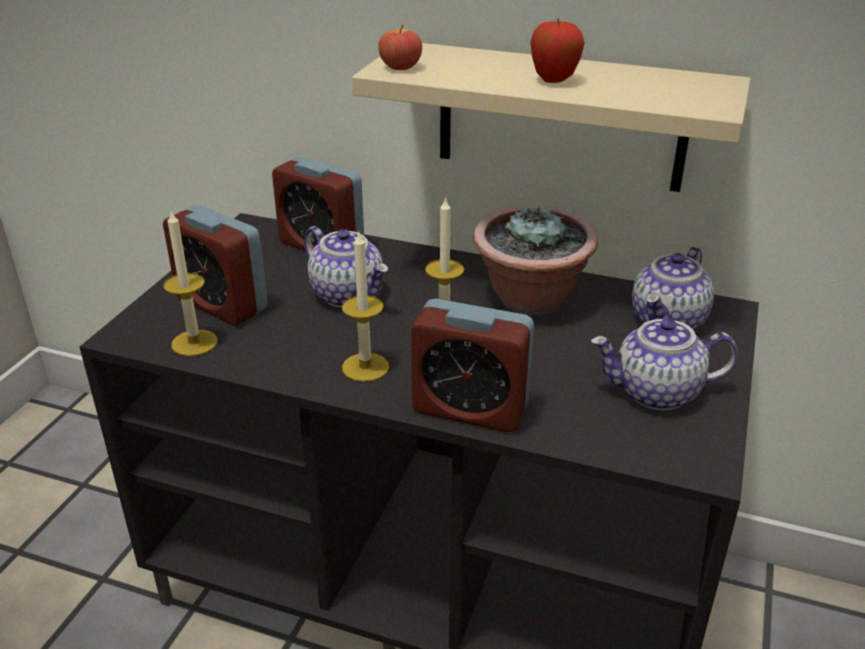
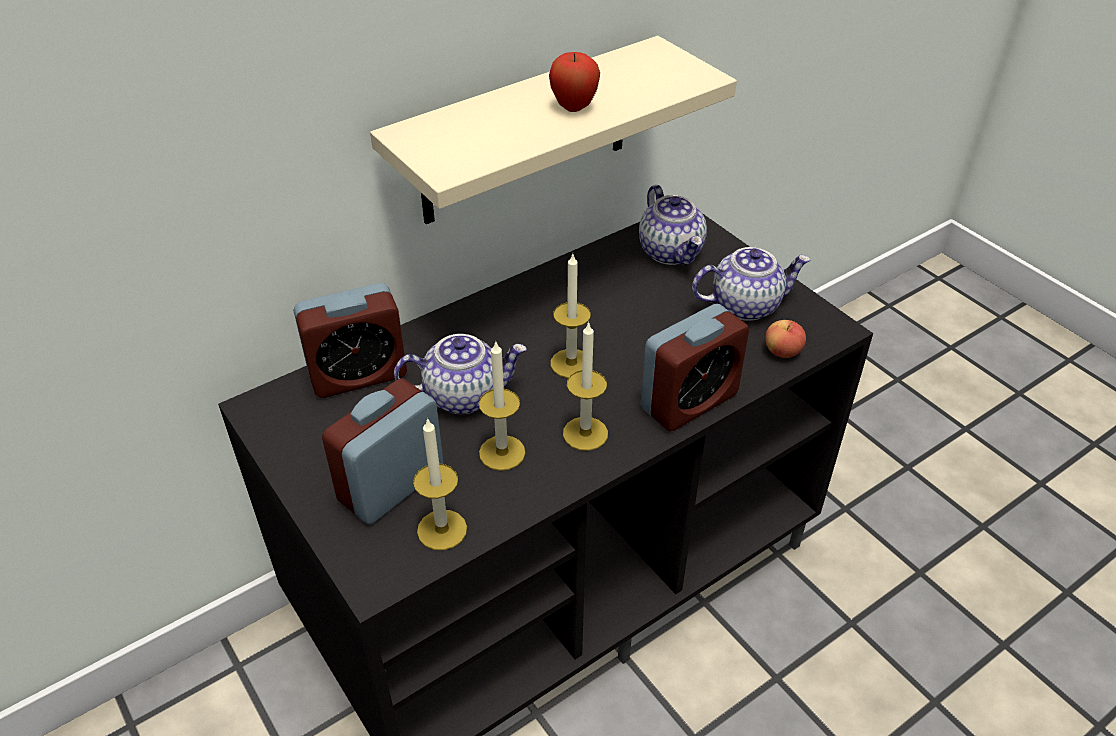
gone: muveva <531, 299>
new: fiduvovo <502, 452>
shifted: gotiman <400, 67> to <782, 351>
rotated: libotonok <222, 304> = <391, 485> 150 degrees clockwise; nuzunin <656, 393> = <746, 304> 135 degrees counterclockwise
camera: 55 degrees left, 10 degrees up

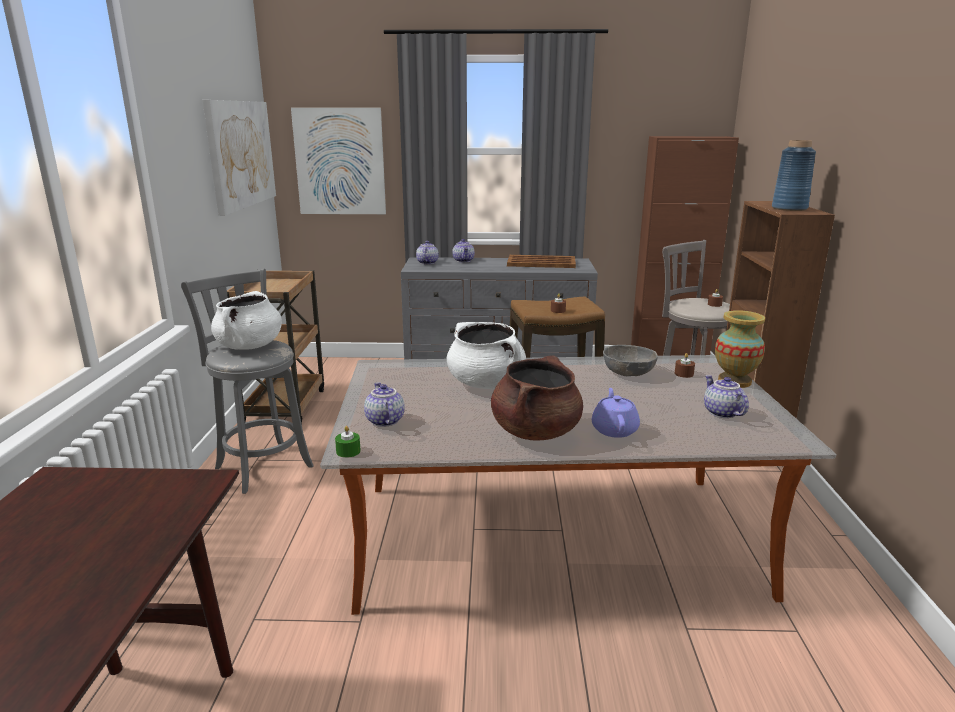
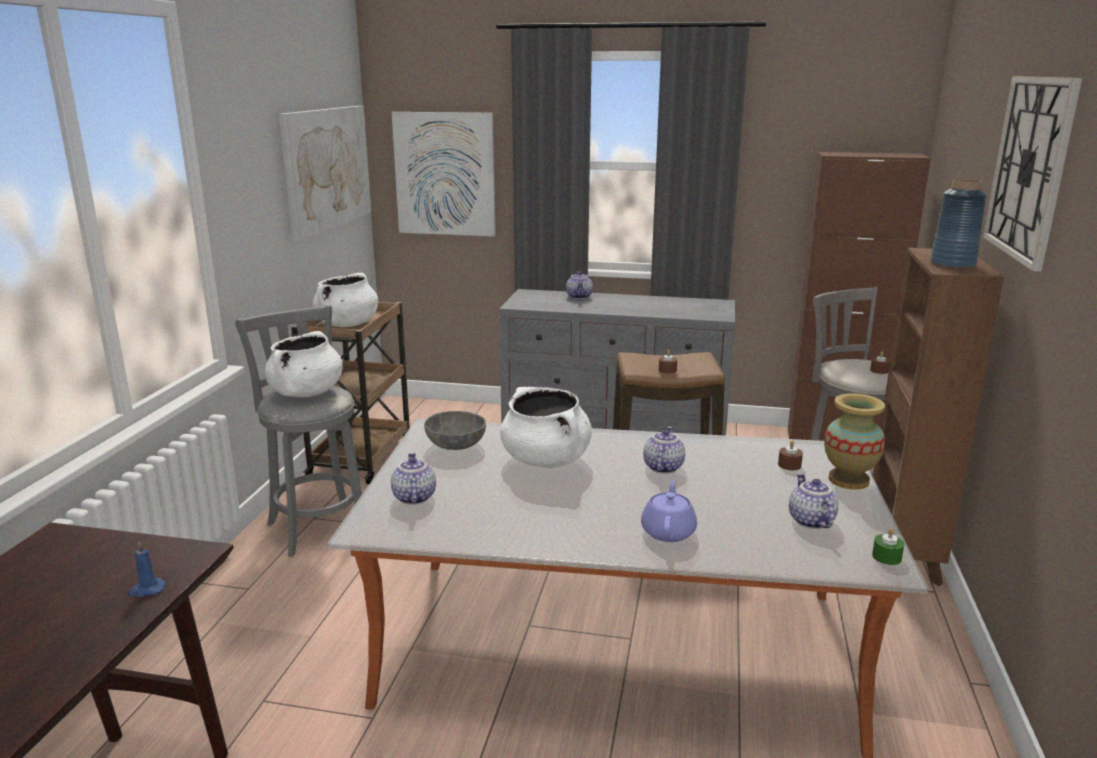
gone: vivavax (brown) <540, 262>; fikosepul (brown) <535, 431>
new: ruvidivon <1030, 168>; fikosepul (white) <347, 324>; fiduvovo (blue) <146, 590>
shifted: nuzunin <427, 263> to <662, 467>; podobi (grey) <628, 373> to <456, 445>; fiduvovo (green) <348, 451> to <886, 557>
camera: 10 degrees right, 0 degrees up

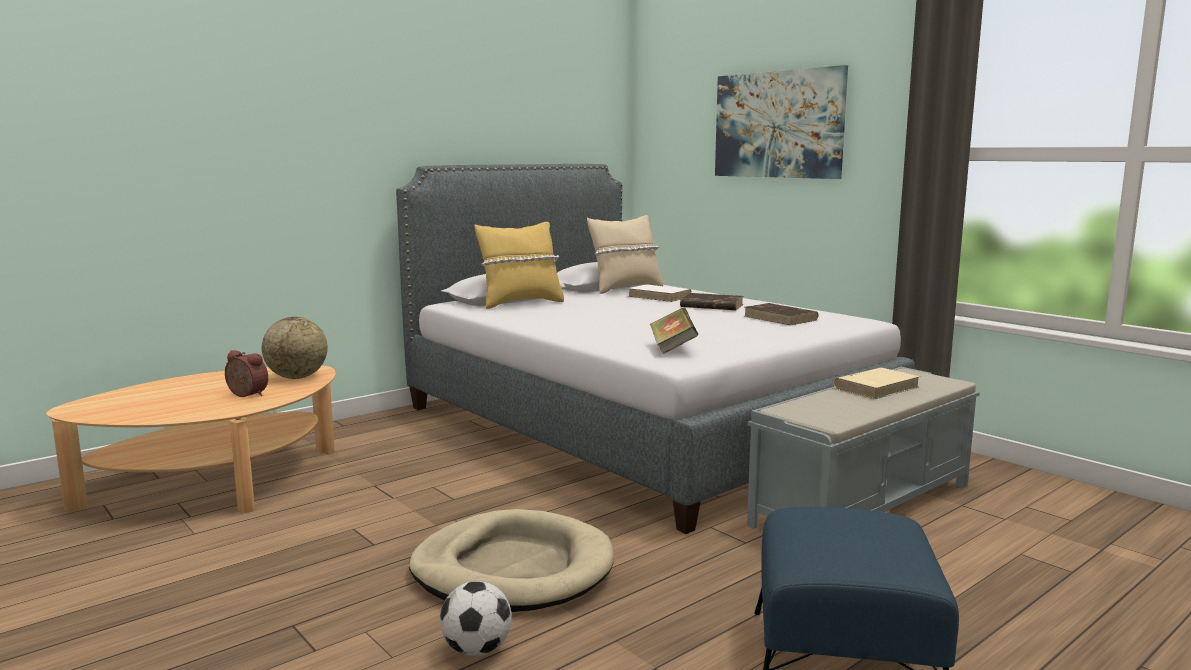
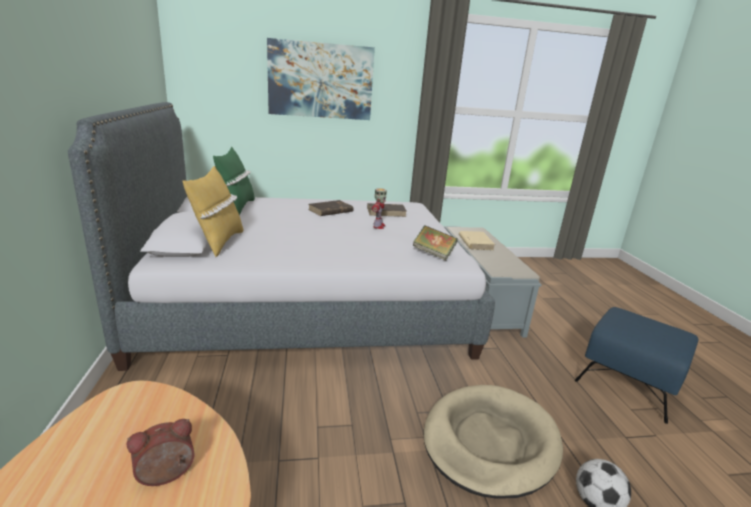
gone: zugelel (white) <660, 296>; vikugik <297, 377>
new: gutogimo <378, 226>
repainted: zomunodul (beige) <625, 289> to zomunodul (green) <237, 207>
camera: 60 degrees left, 10 degrees up

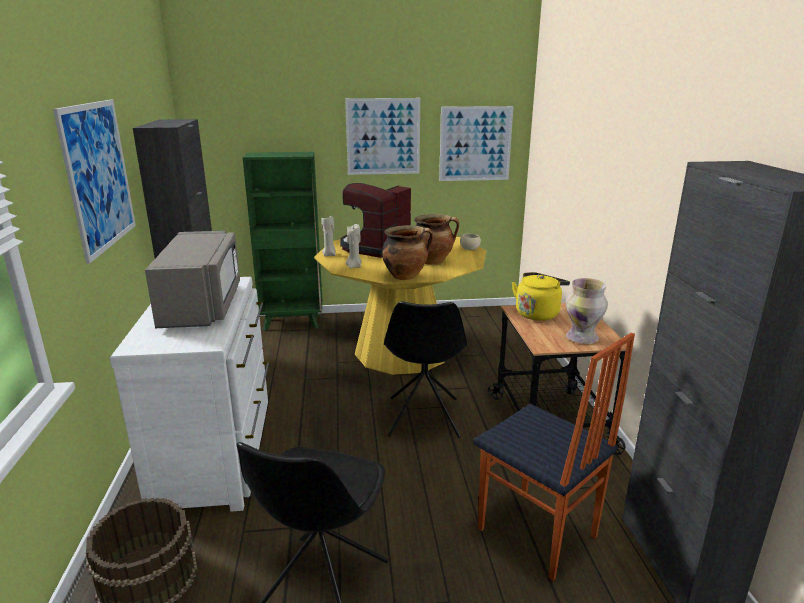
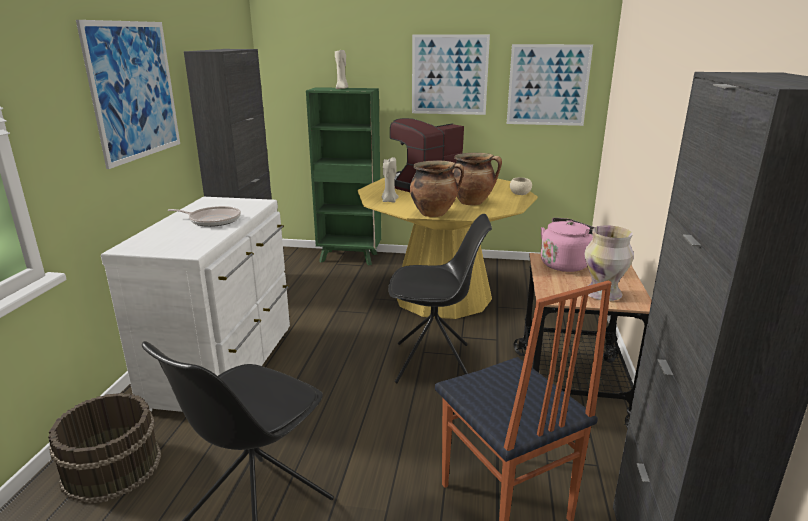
shifted: fiduvovo (beige) <329, 255> to <342, 88>
swapped: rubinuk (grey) <202, 306> to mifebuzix <212, 220>
repainted: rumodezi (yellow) <538, 313> to rumodezi (pink) <566, 264>
rotated: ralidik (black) <423, 418> = <435, 363> 105 degrees counterclockwise
camera: 15 degrees right, 0 degrees up

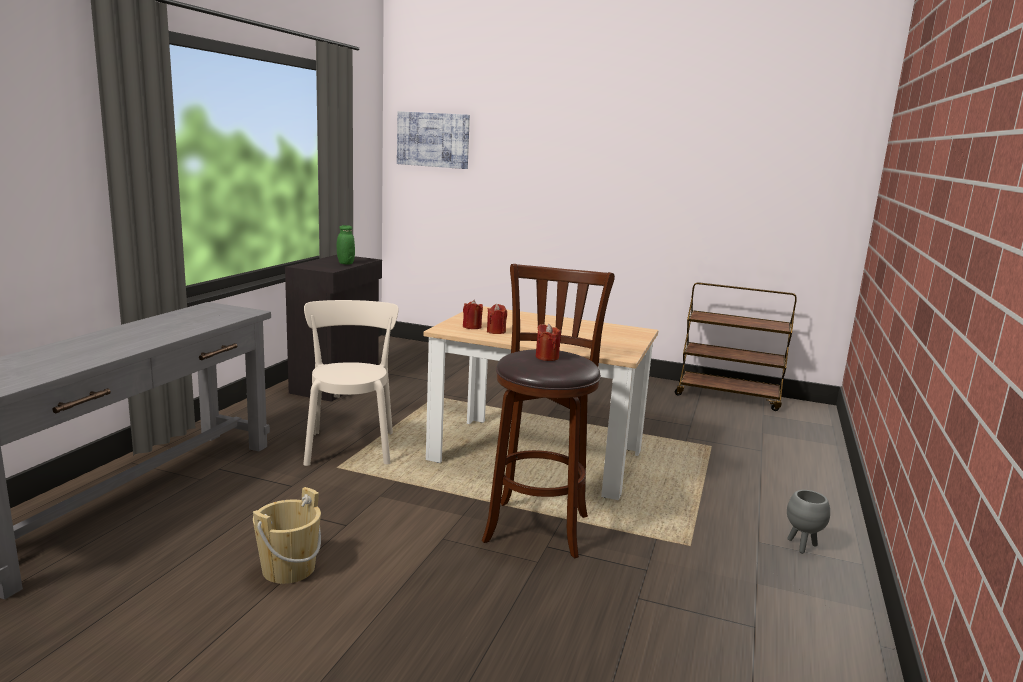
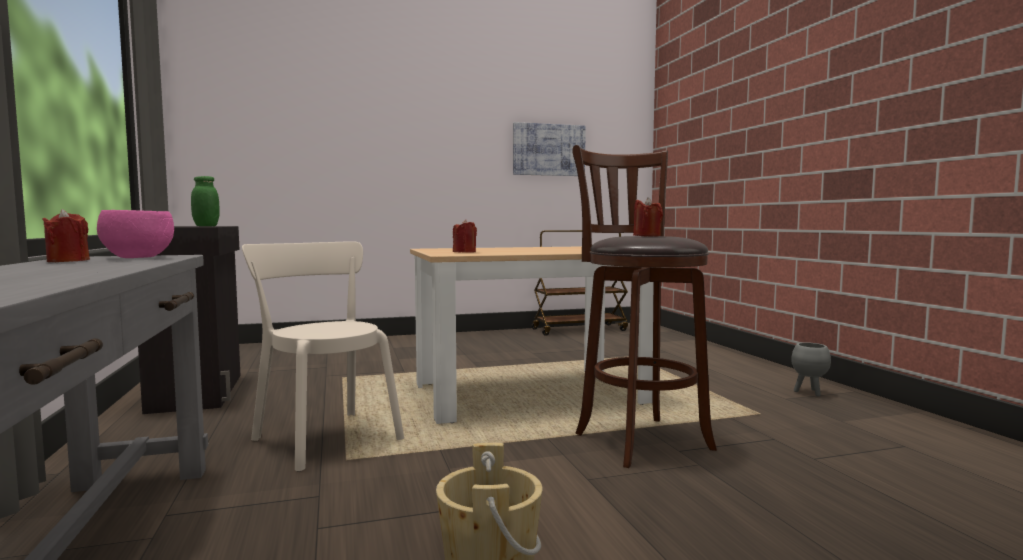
new: podobi (pink) <139, 258>
shifted: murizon <433, 140> to <549, 150>; fiduvovo (red) <496, 331> to <68, 261>
camera: 35 degrees left, 10 degrees down

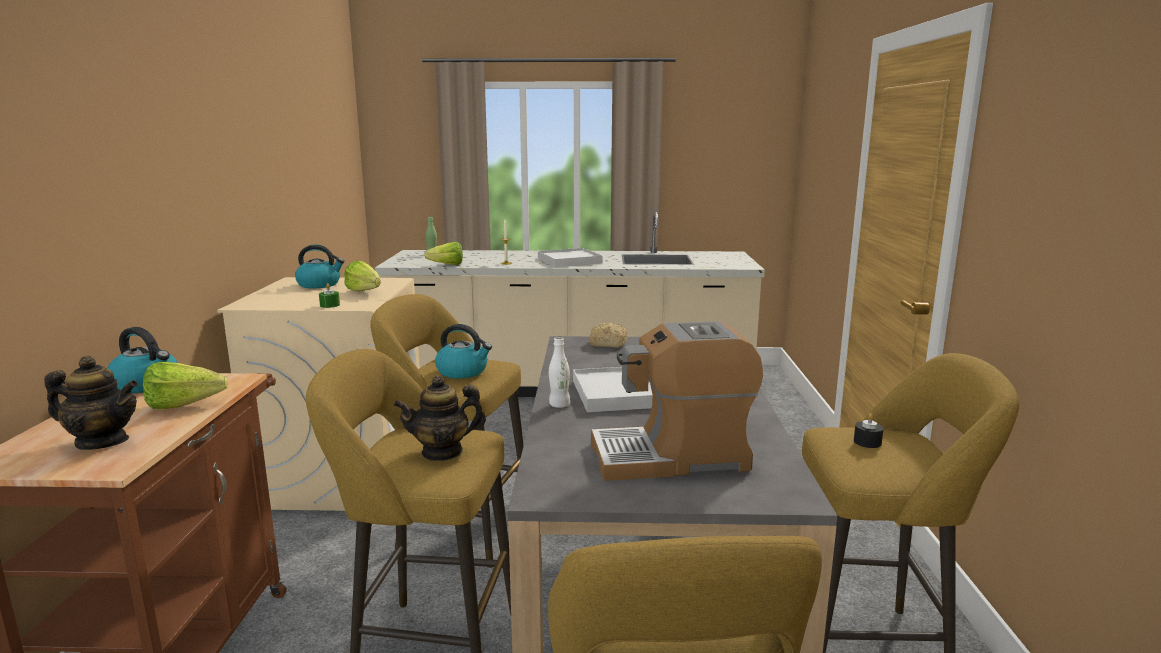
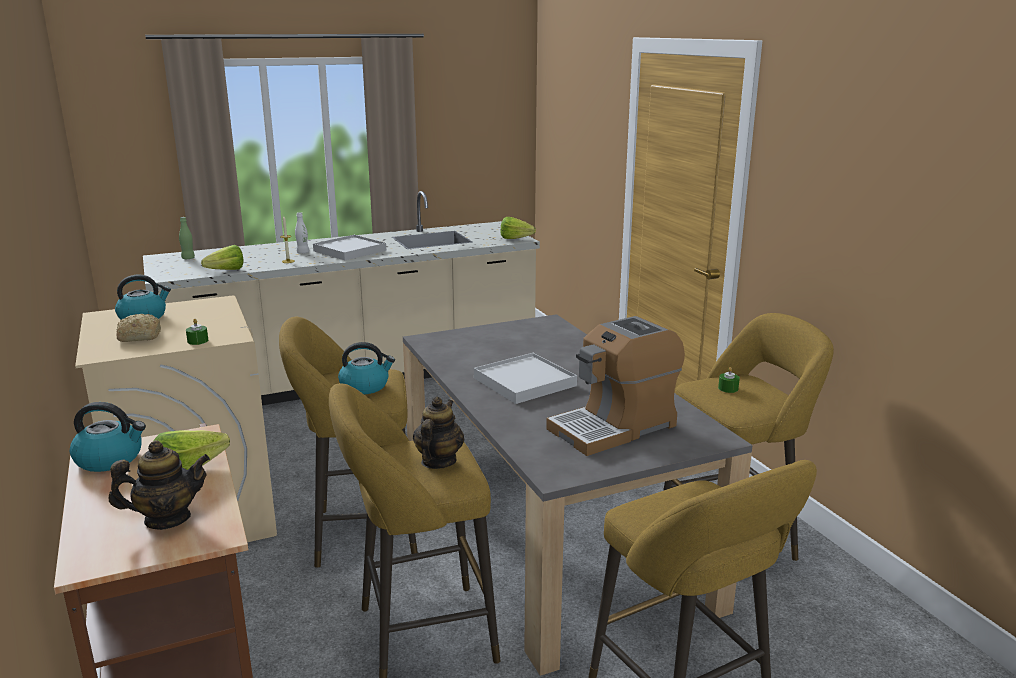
shifted: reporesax <366, 293> to <518, 239>; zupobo <607, 344> to <138, 337>; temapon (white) <559, 405> to <303, 252>
repainted: fiduvovo (black) <867, 442> to fiduvovo (green) <728, 388>
rotated: nuzunin <442, 452> = <438, 461> 150 degrees clockwise
camera: 25 degrees left, 5 degrees up

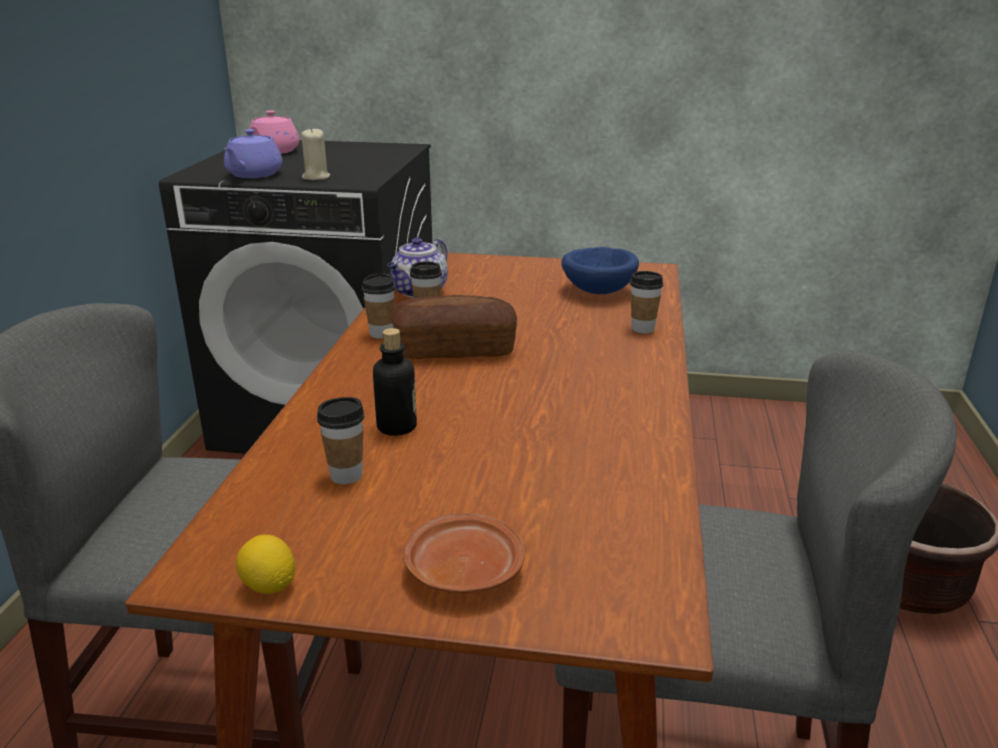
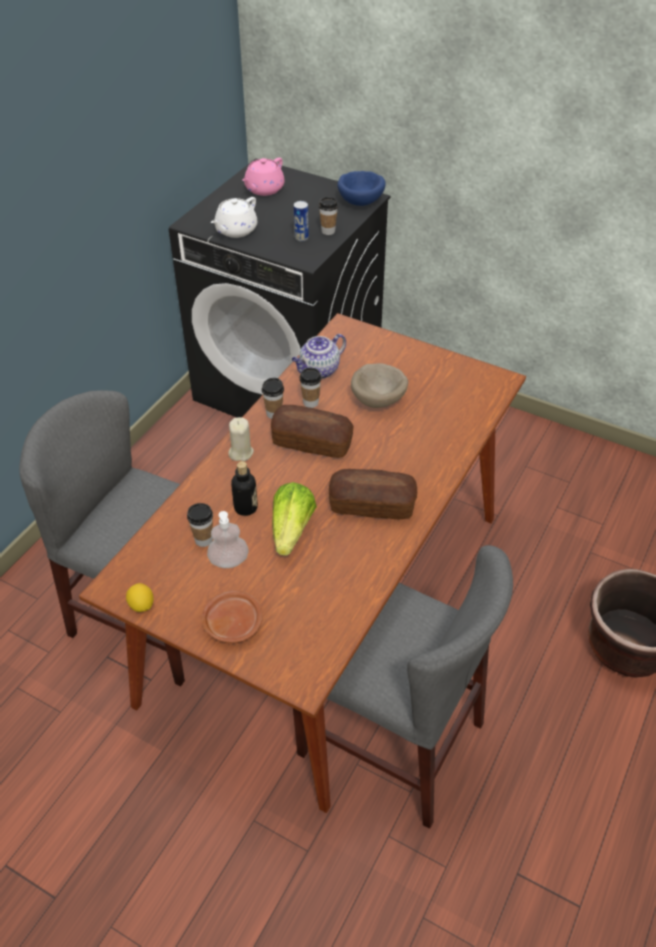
new: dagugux <301, 238>; podobi (beige) <379, 399>; zupobo <372, 505>; reporesax <291, 530>; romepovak <229, 561>
shifted: fiduvovo (beige) <315, 177> to <241, 452>; podobi (blue) <599, 290> to <361, 201>; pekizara <642, 329> to <328, 231>
repainted: nuzunin (purple) <253, 175> to nuzunin (white) <235, 230>
camera: 20 degrees right, 20 degrees up

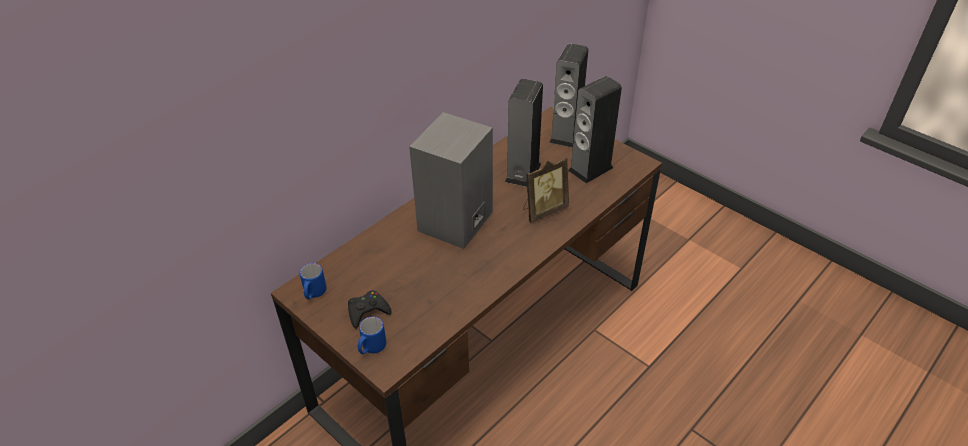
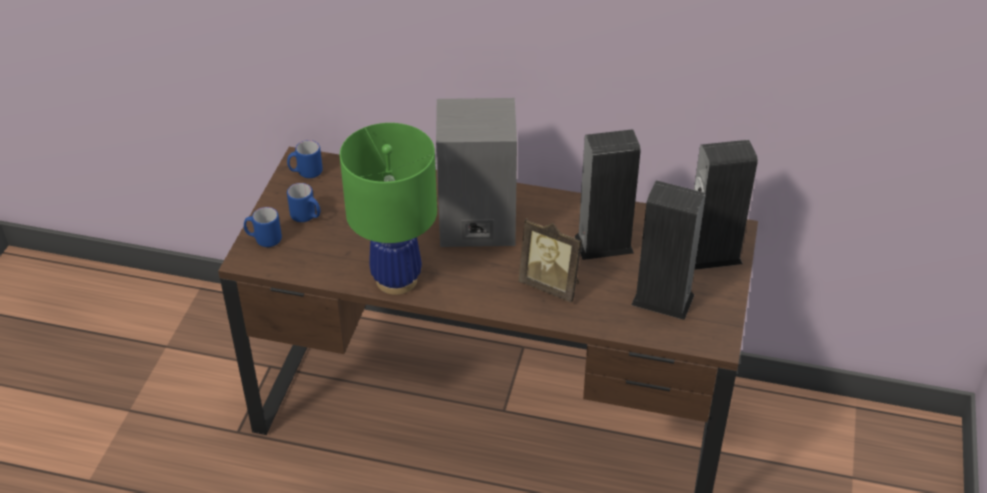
new: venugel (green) <396, 280>
swapped: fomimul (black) <367, 311> to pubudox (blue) <306, 217>
camera: 60 degrees right, 0 degrees up

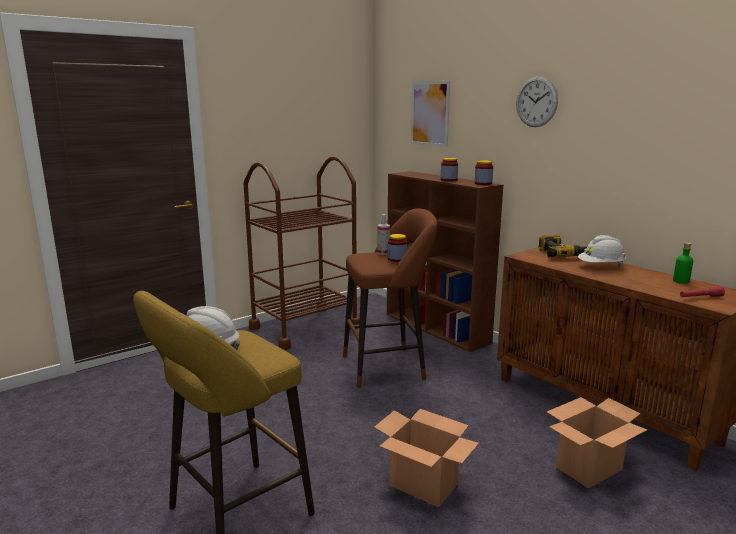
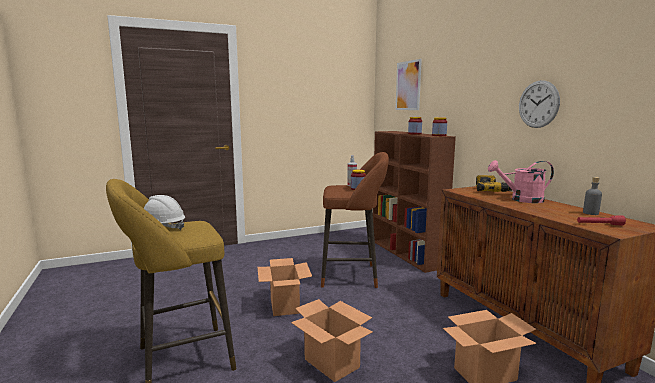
gone: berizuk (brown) <304, 327>
new: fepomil <285, 306>
shifted: ruvidivon <536, 102> to <538, 104>
swapped: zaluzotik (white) <601, 266> to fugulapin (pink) <521, 200>
repainted: temapon (green) <681, 281> to temapon (grey) <590, 213>
camera: 15 degrees right, 5 degrees down

